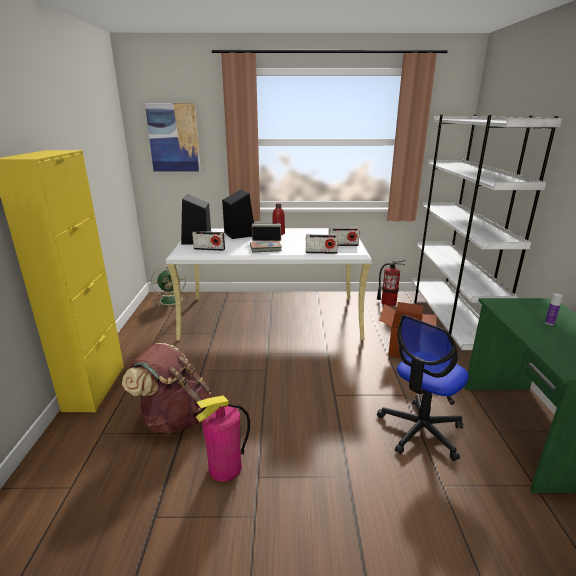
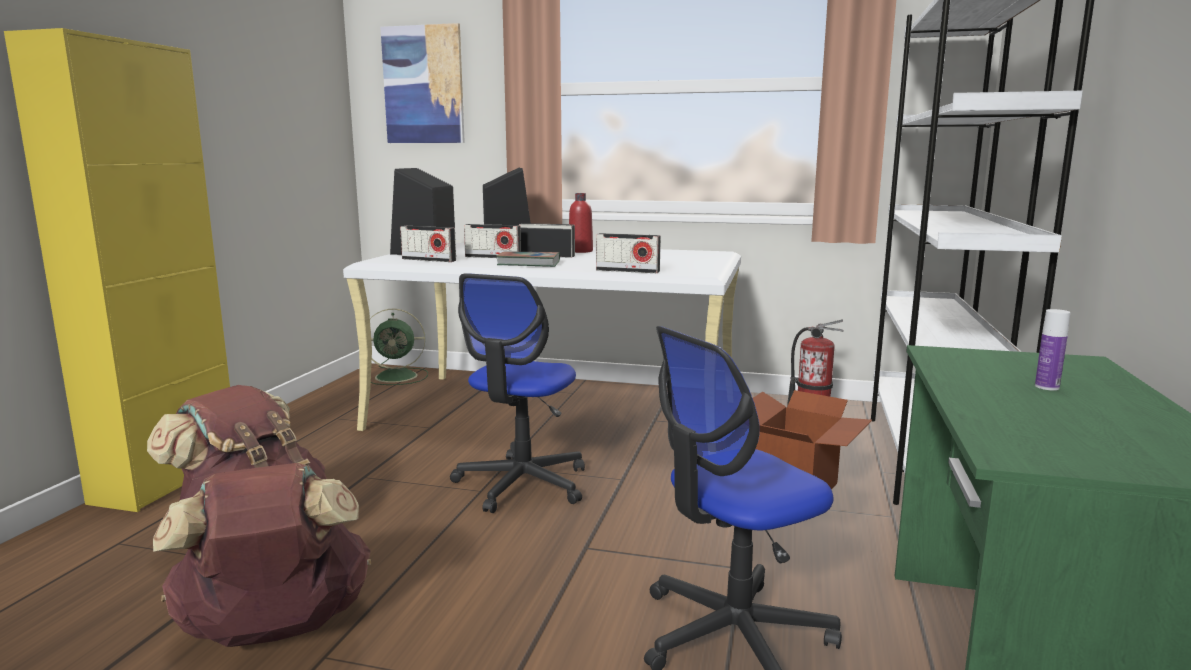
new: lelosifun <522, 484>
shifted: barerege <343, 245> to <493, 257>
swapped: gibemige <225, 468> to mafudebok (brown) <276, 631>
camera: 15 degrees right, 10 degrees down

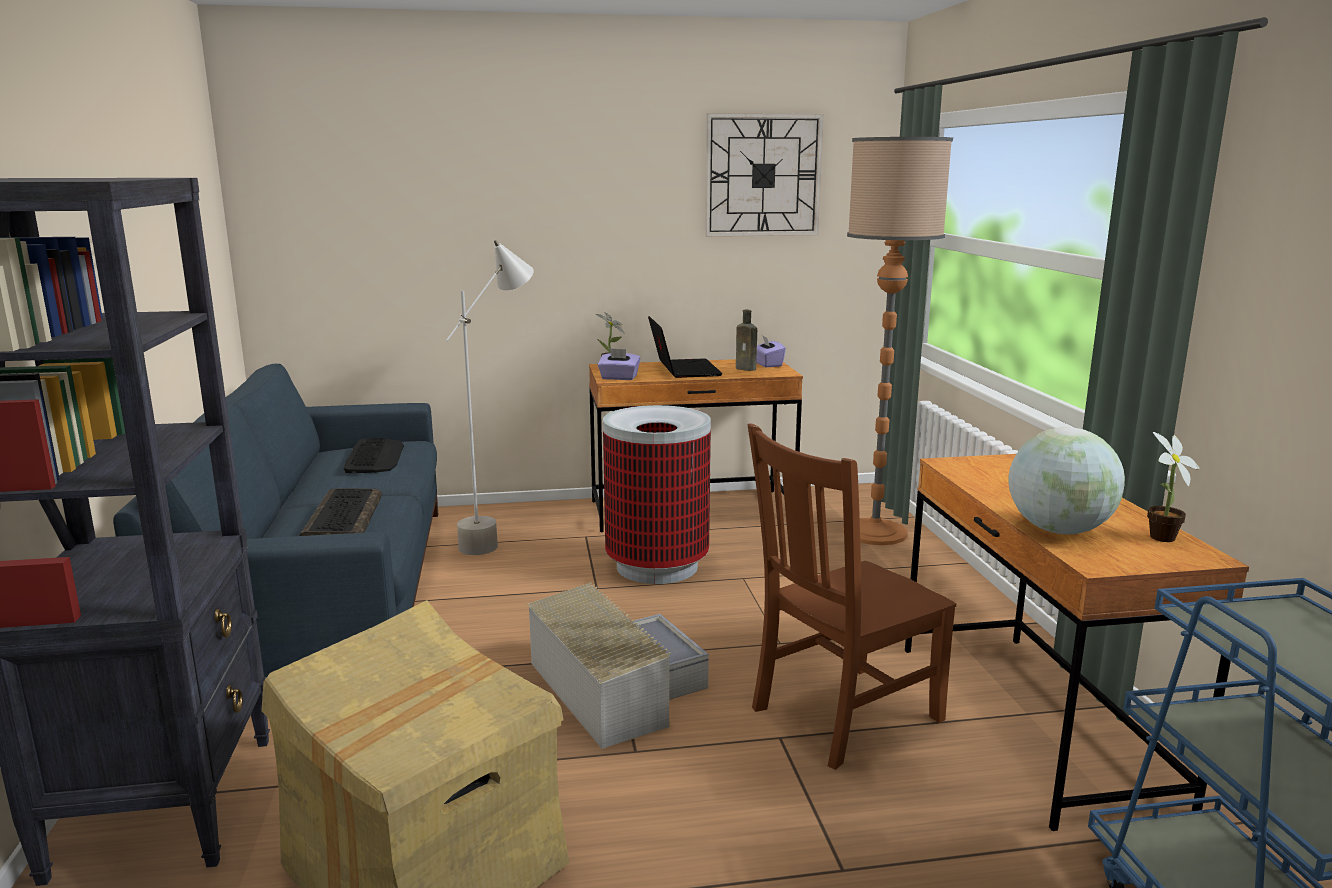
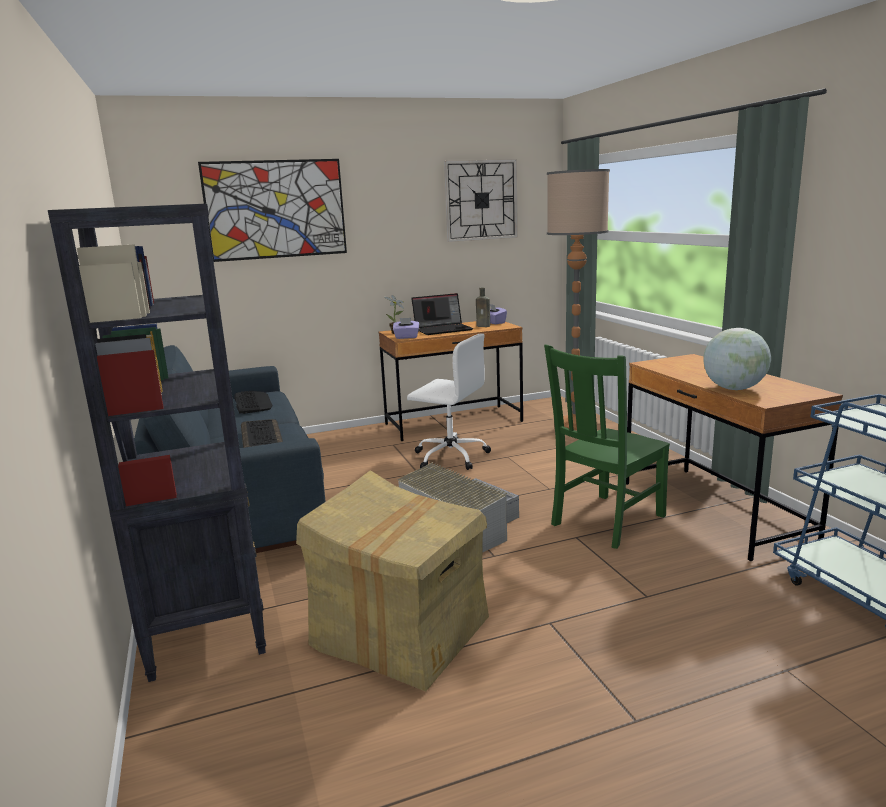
gone: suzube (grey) <501, 537>; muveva <1159, 538>
new: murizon <276, 209>
swapped: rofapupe <657, 566> to lelosifun (white) <449, 456>
repainted: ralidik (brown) <841, 715> to ralidik (green) <606, 521>
rotated: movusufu <682, 369> = <443, 329> 90 degrees clockwise
camera: 10 degrees left, 0 degrees up

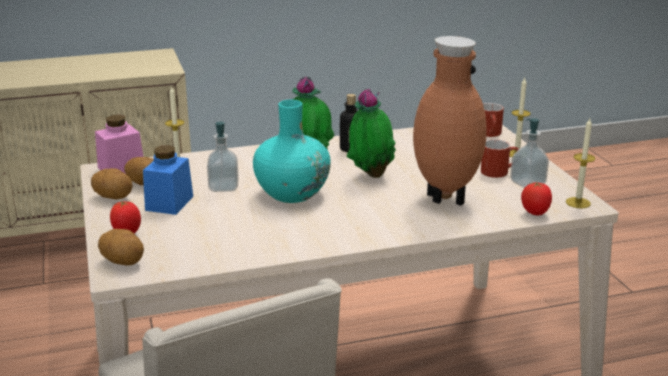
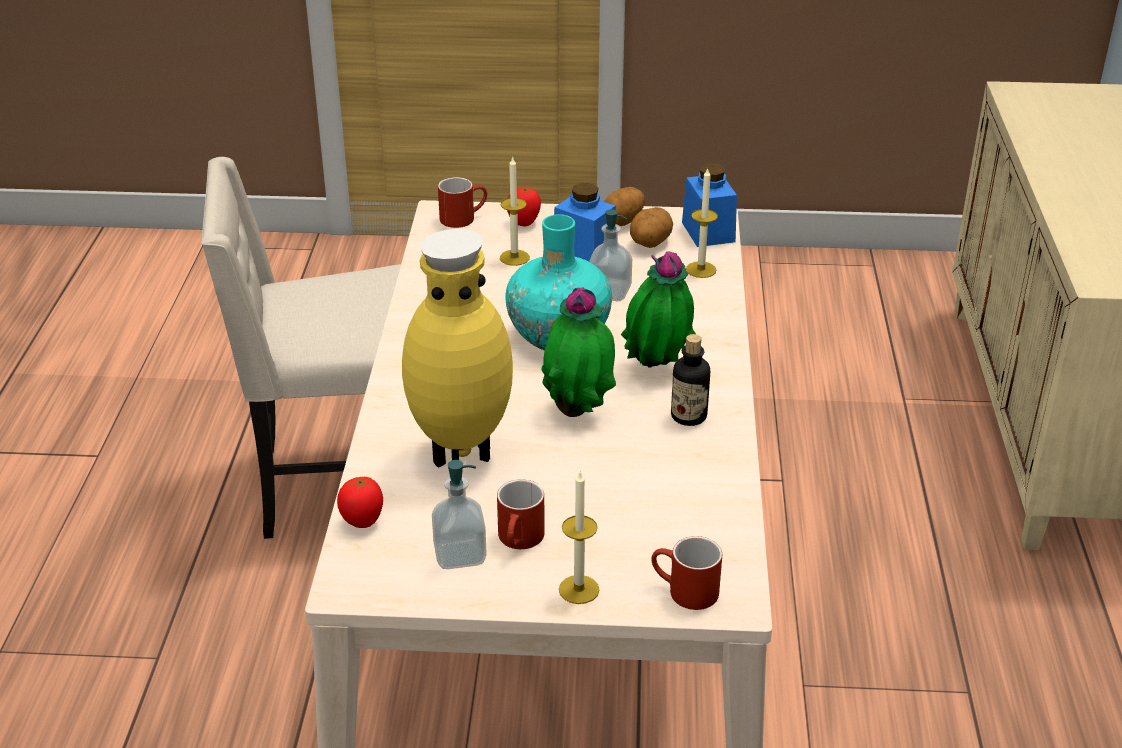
shifted: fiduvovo <578, 203> to <514, 257>
swapped: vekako <123, 262> to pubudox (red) <463, 217>
repainted: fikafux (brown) <444, 199> to fikafux (yellow) <461, 453>; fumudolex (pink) <121, 168> to fumudolex (blue) <708, 232>
camera: 110 degrees right, 10 degrees up

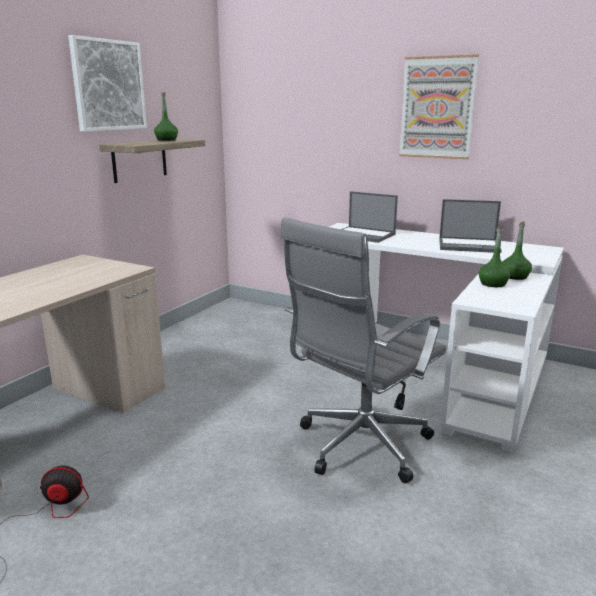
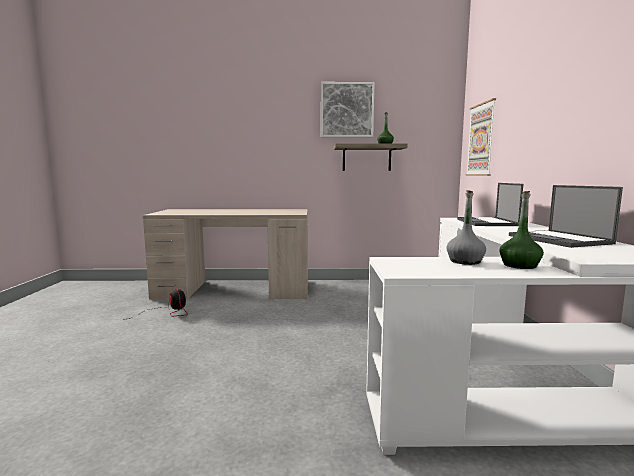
gone: lelosifun (grey) <359, 447>
shifted: murizon <437, 108> to <481, 140>
repainted: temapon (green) <493, 284> to temapon (grey) <465, 261>
camera: 60 degrees right, 10 degrees down

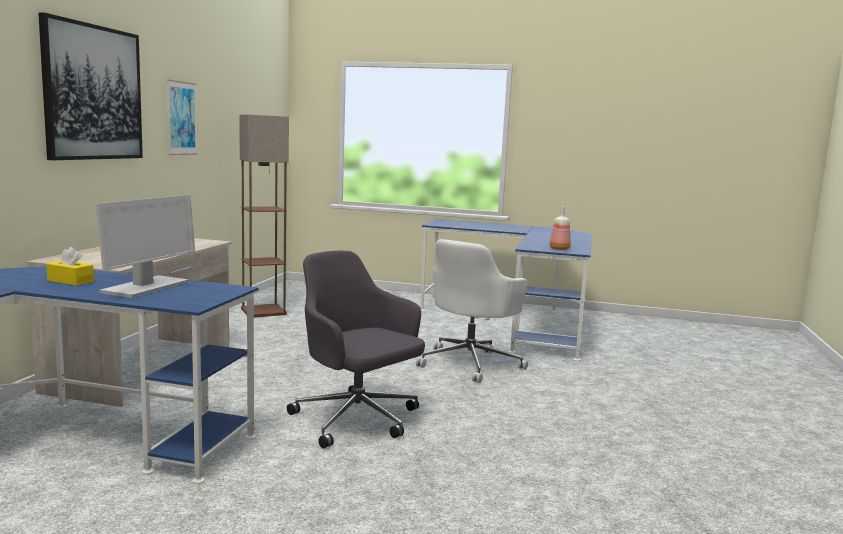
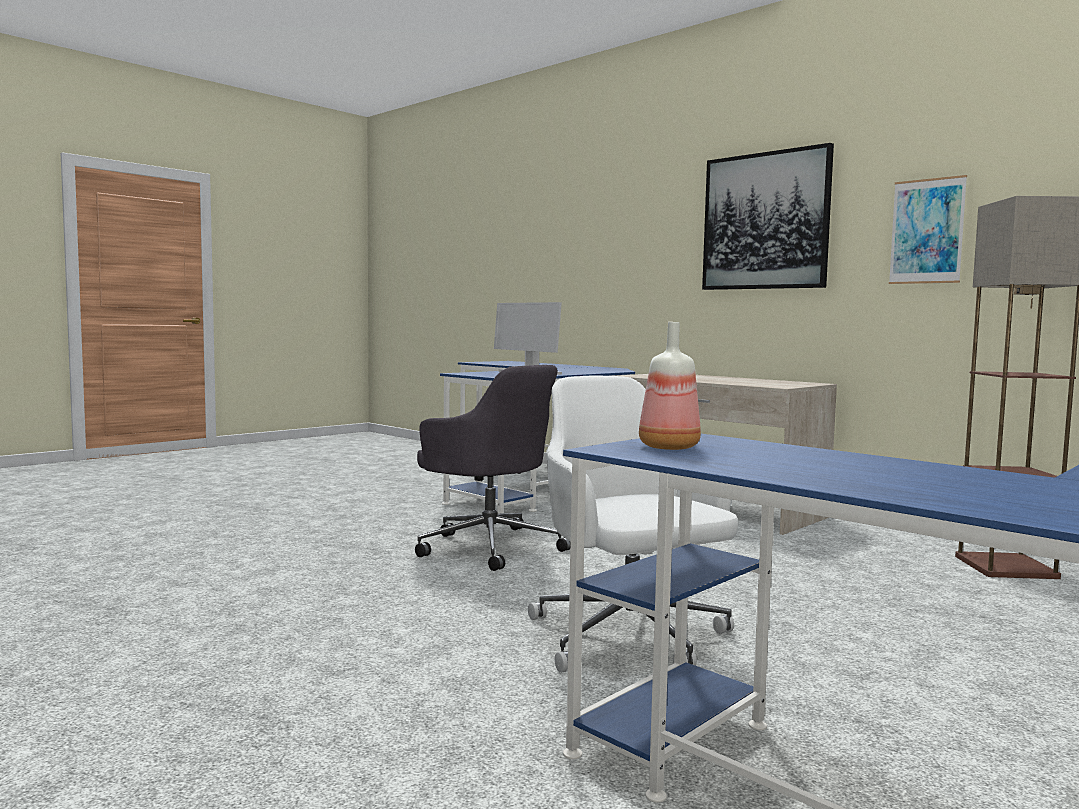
gone: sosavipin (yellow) <70, 281>
rotated: lelosifun (grey) <357, 420> = <489, 546> 60 degrees clockwise
camera: 120 degrees right, 5 degrees down

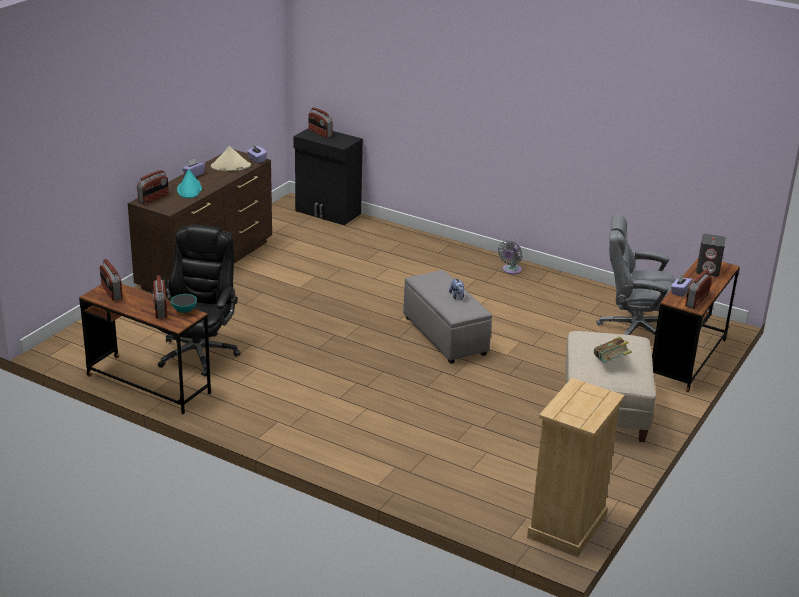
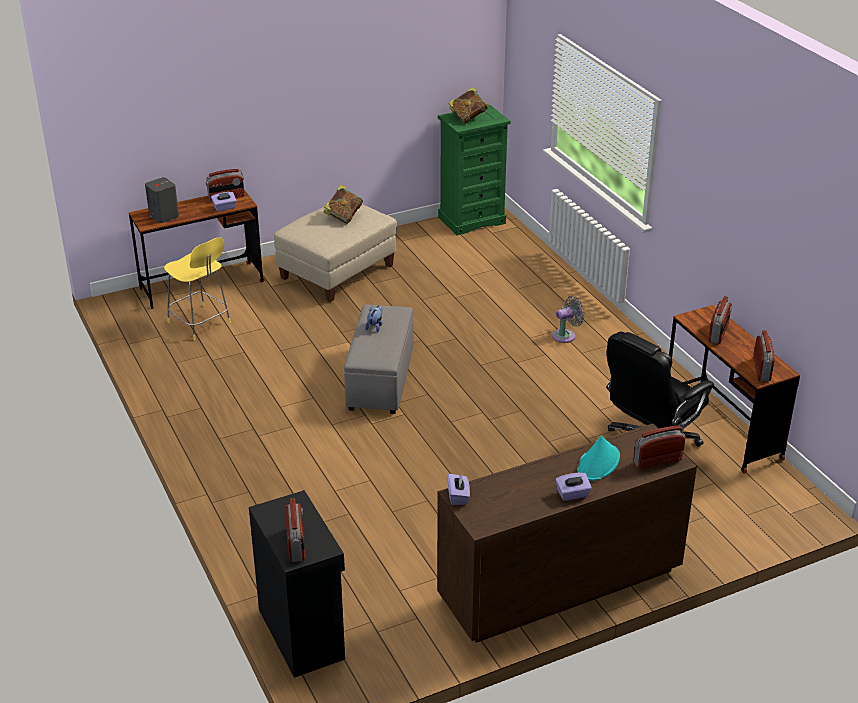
gone: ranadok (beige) <230, 166>; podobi <184, 311>
new: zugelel <468, 118>
shifted: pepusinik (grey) <511, 270> to <566, 335>
swapped: lelosifun (grey) <633, 331> to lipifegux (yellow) <200, 323>
repainted: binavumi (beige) <567, 527> to binavumi (green) <472, 220>
camera: 145 degrees left, 5 degrees up

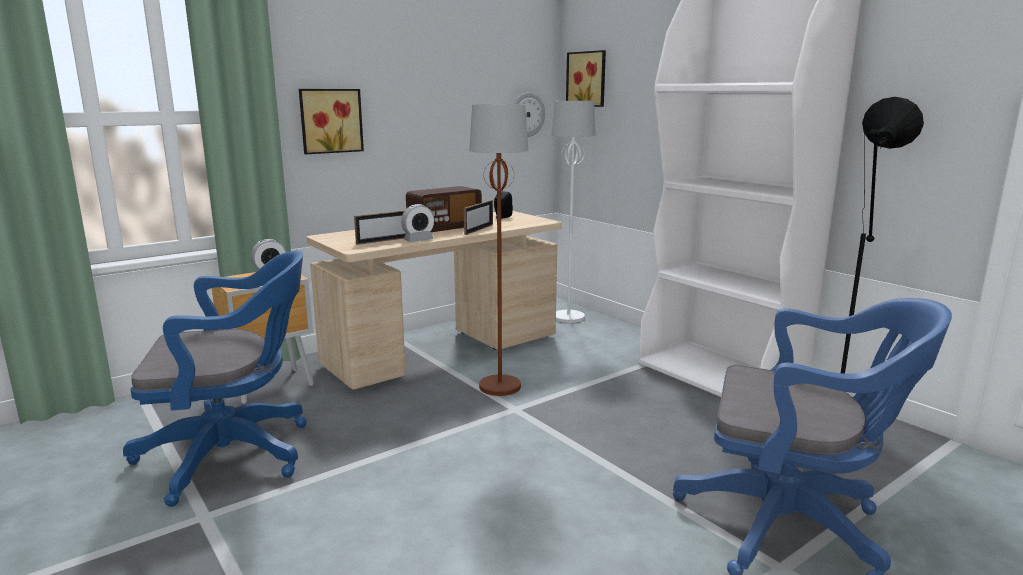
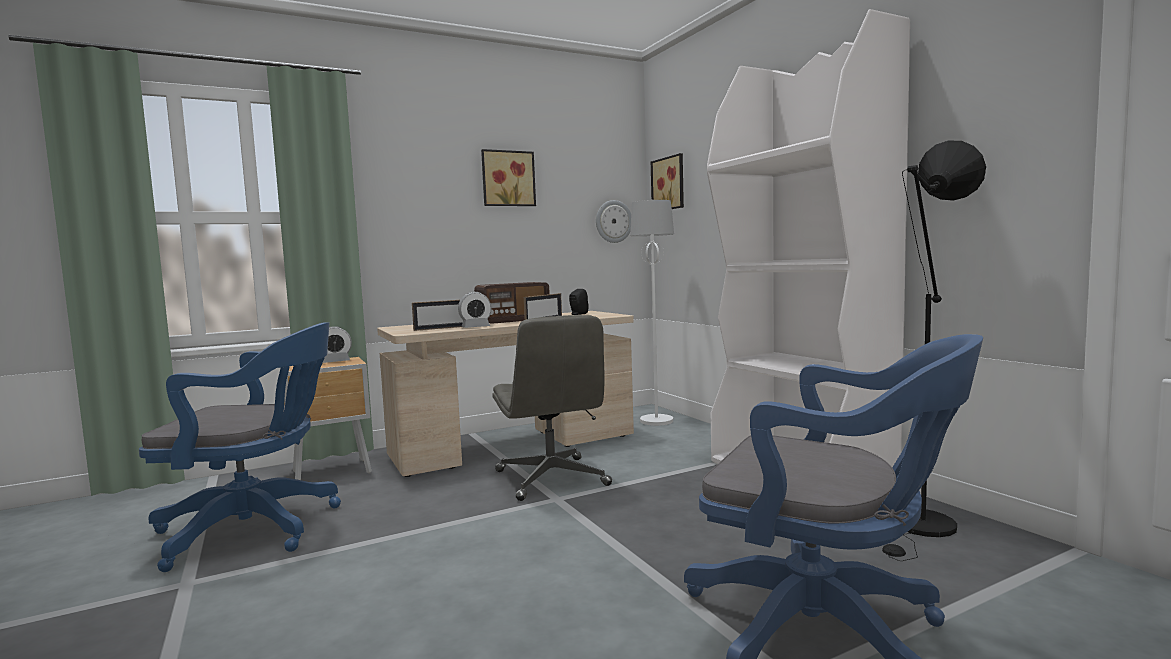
shifted: murizon <330, 121> to <507, 179>
swapped: suzube (brown) <500, 387> to lelosifun (grey) <552, 479>
camera: 10 degrees right, 10 degrees down

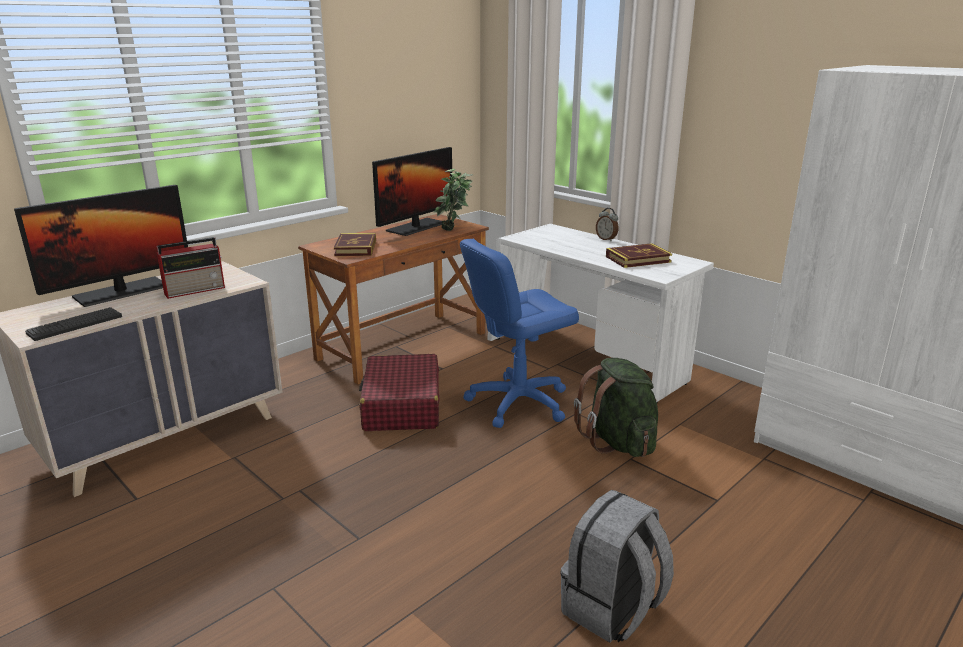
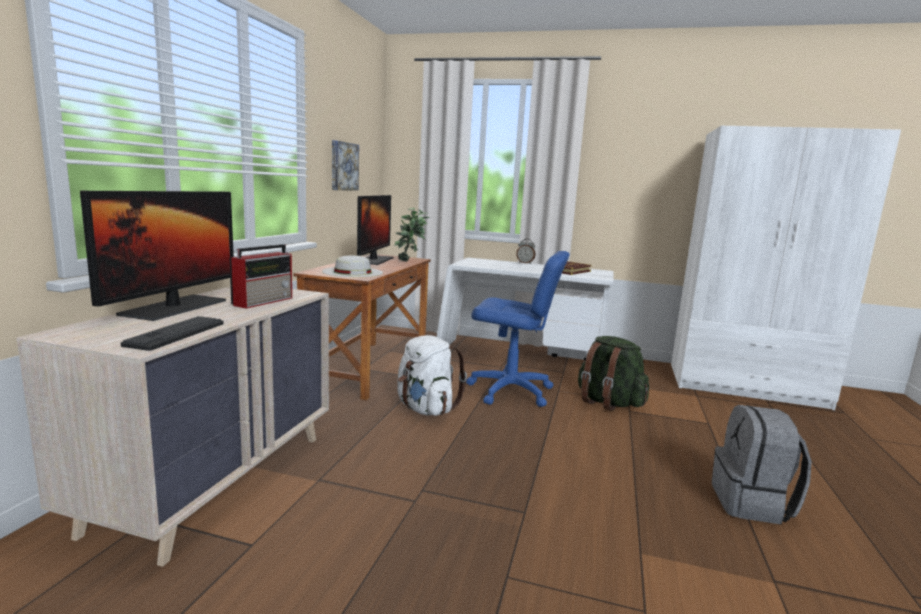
new: murizon <343, 166>
swapped: zugelel <356, 248> to ranadok (white) <352, 272>; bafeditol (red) <401, 406> to mafudebok (white) <426, 409>
rotated: lelosifun (blue) <518, 402> = <510, 391> 105 degrees counterclockwise
camera: 30 degrees left, 10 degrees down

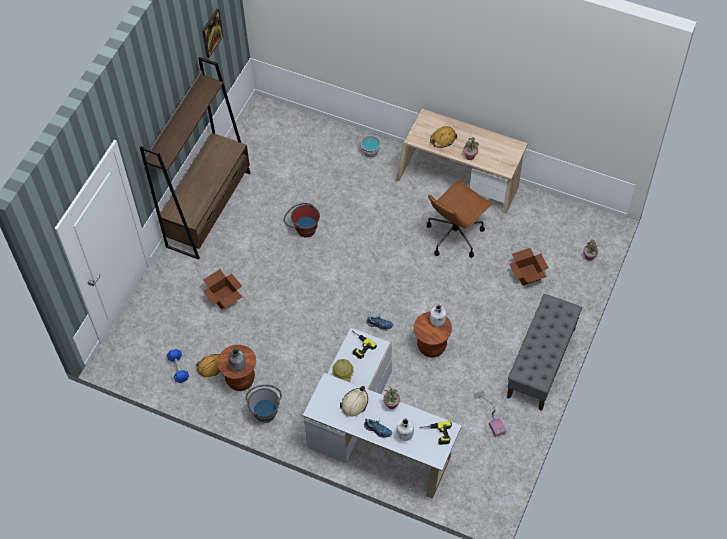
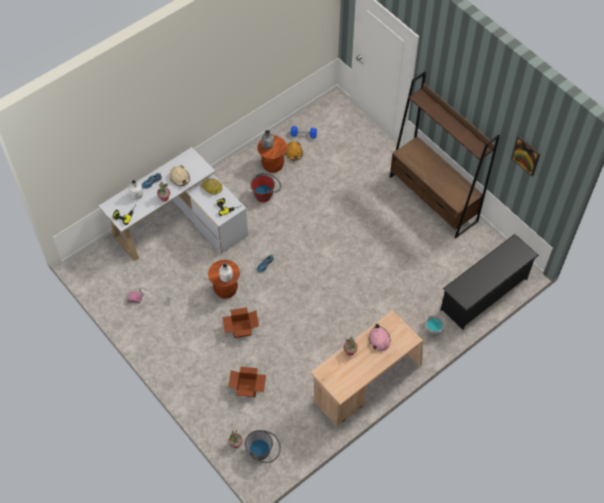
gone: lelosifun (brown) <455, 235>; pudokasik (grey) <541, 363>
new: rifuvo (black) <484, 294>
shifted: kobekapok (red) <302, 228> to <266, 194>; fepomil <224, 297> to <240, 328>; kobekapok (grey) <265, 409> to <263, 453>
repainted: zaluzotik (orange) <443, 139> to zaluzotik (pink) <379, 340>
camera: 115 degrees right, 0 degrees up

